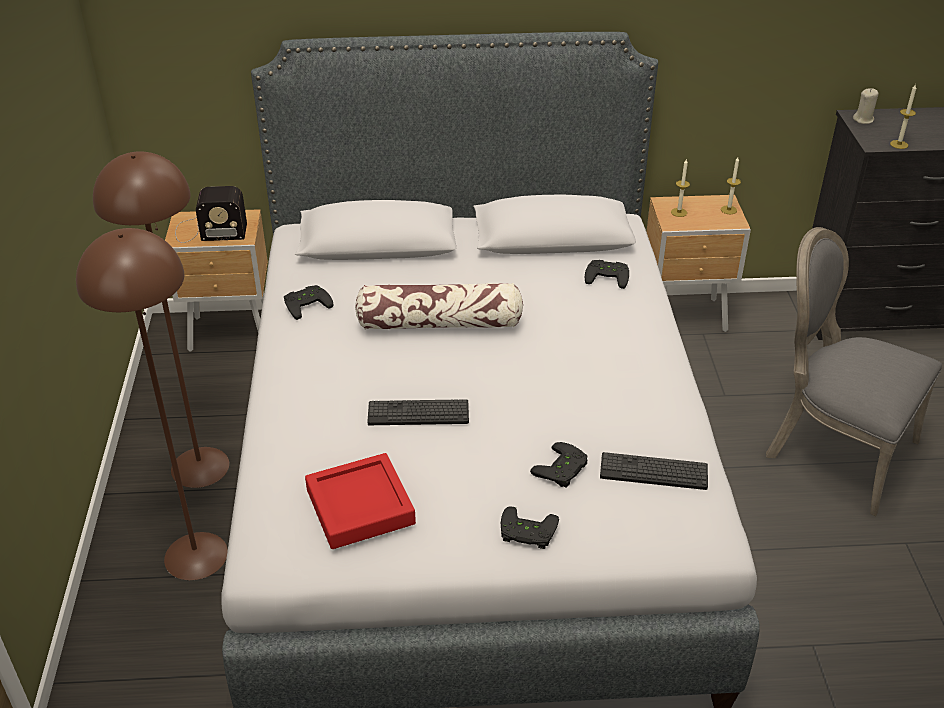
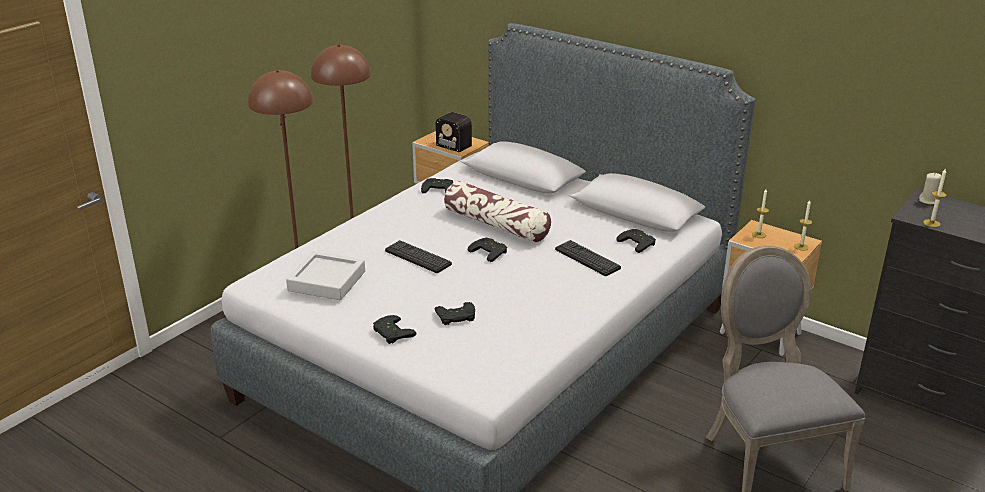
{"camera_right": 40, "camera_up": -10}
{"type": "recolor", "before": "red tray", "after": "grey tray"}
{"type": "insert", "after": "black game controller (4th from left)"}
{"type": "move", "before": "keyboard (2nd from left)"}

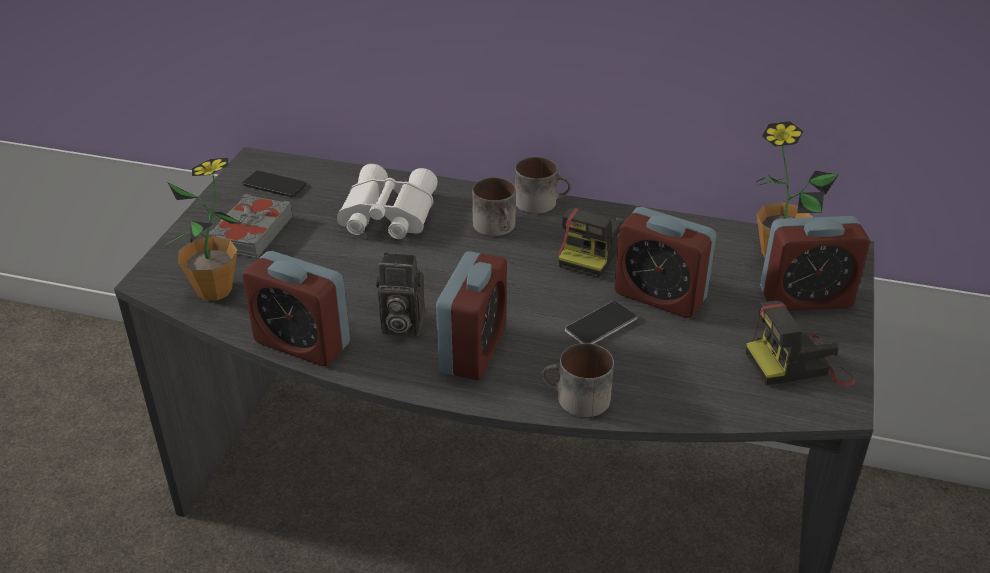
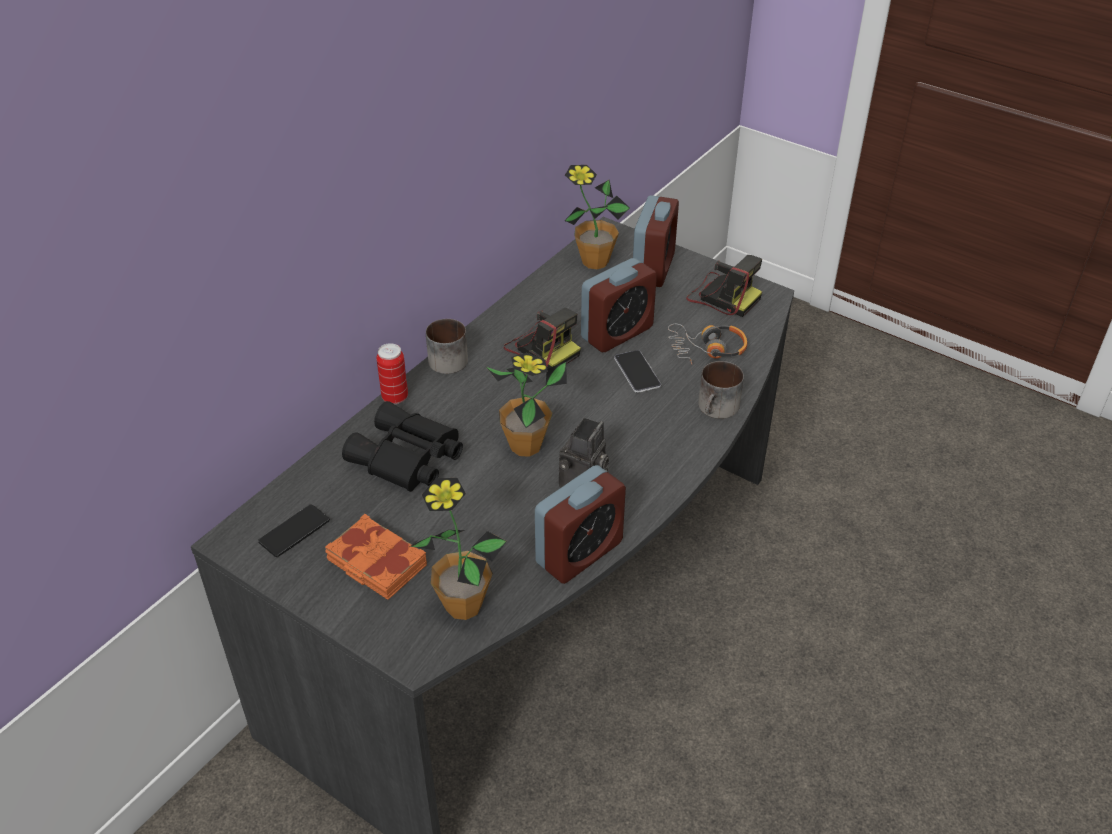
{"camera_right": -70, "camera_up": 5}
{"type": "recolor", "before": "grey book", "after": "orange book"}
{"type": "recolor", "before": "white binoculars", "after": "black binoculars"}
{"type": "insert", "after": "can"}
{"type": "insert", "after": "potted plant (2nd from left)"}
{"type": "insert", "after": "headphones"}
{"type": "rotate", "before": "photo camera (3rd from left)", "turn": -60}
{"type": "delete", "before": "alarm clock (2nd from left)"}
{"type": "delete", "before": "mug (1st from left)"}

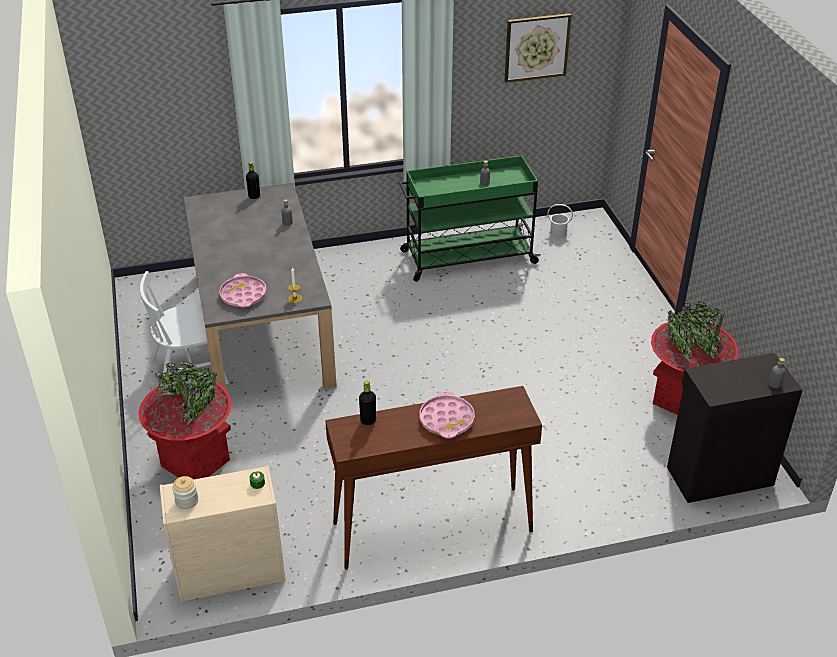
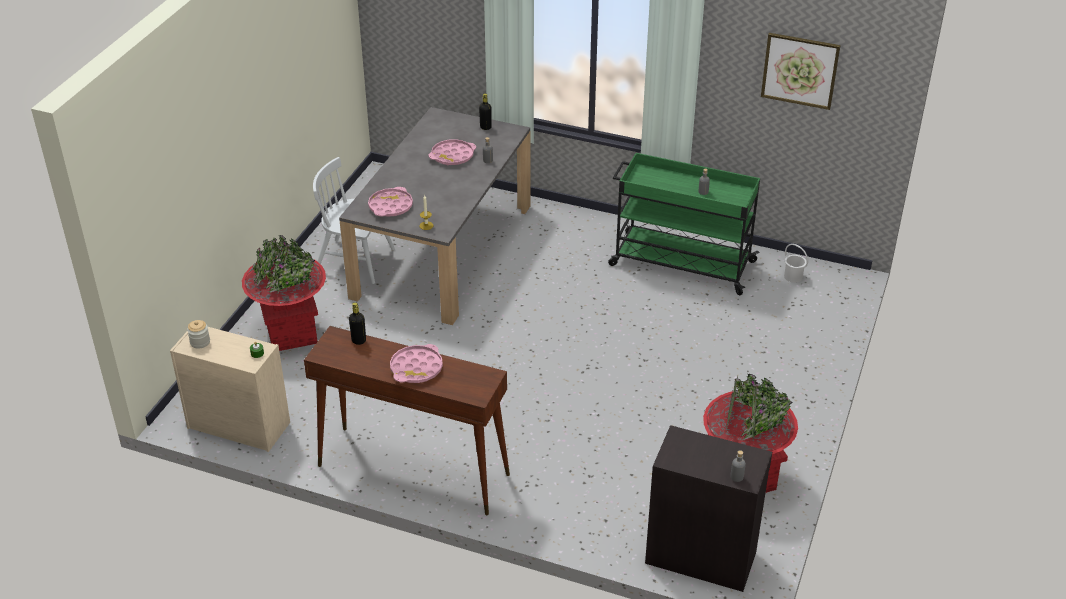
{"camera_right": 35, "camera_up": 0}
{"type": "insert", "after": "pink tray (3rd from left)"}

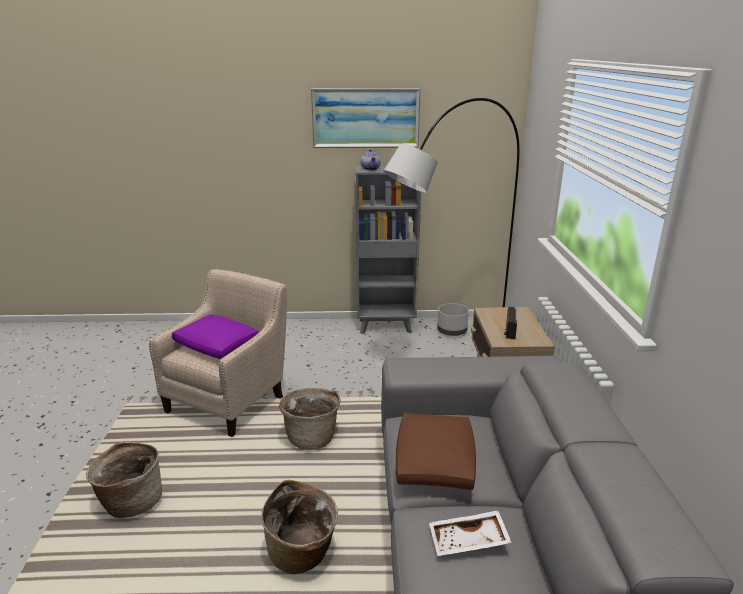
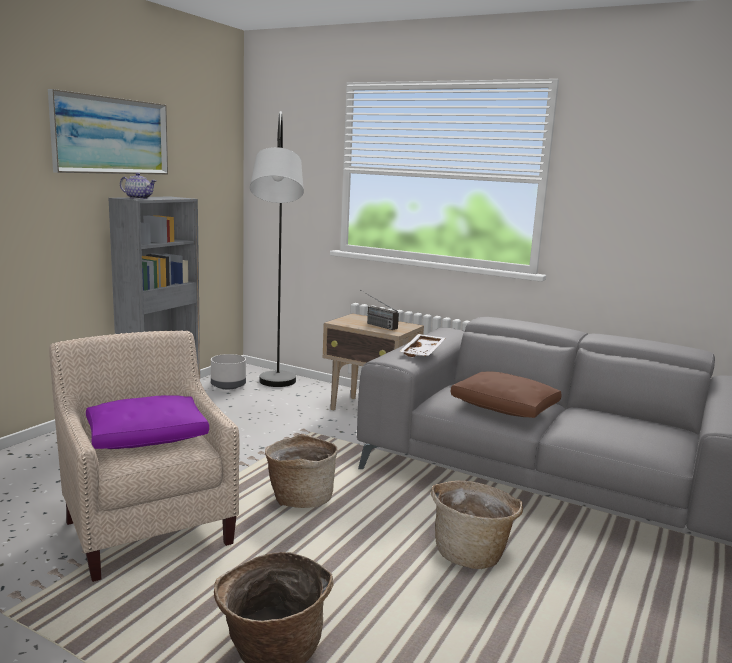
{"camera_right": -60, "camera_up": -10}
{"type": "move", "before": "white tray"}

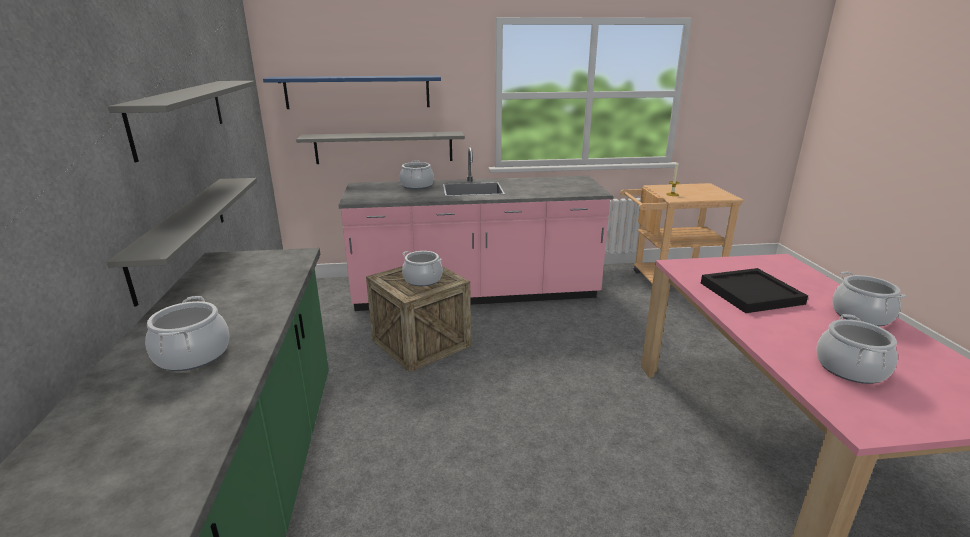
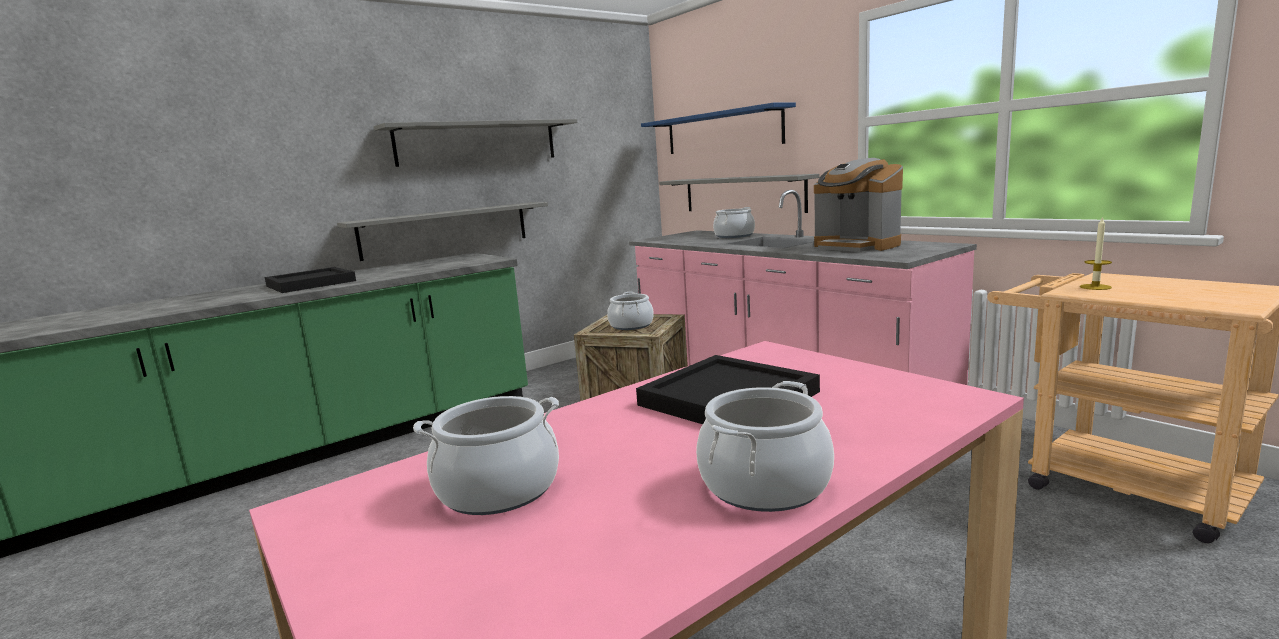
{"camera_right": 60, "camera_up": -10}
{"type": "replace", "before": "cooking pot (1st from left)", "after": "black tray (1st from left)"}
{"type": "insert", "after": "coffee machine"}

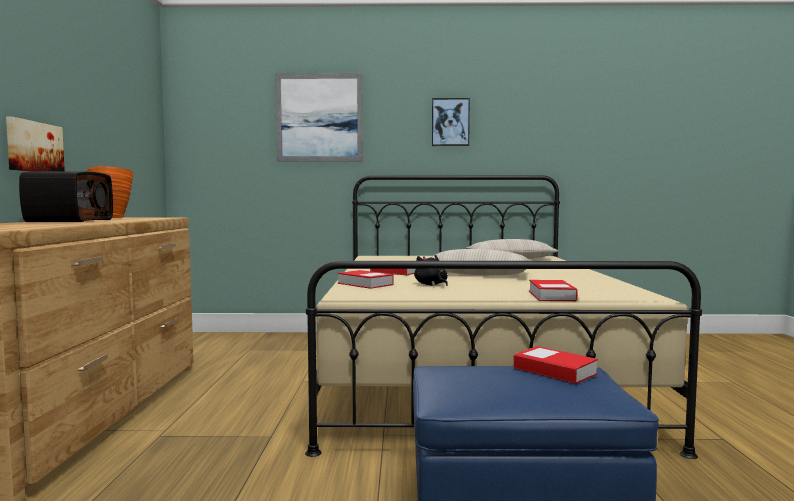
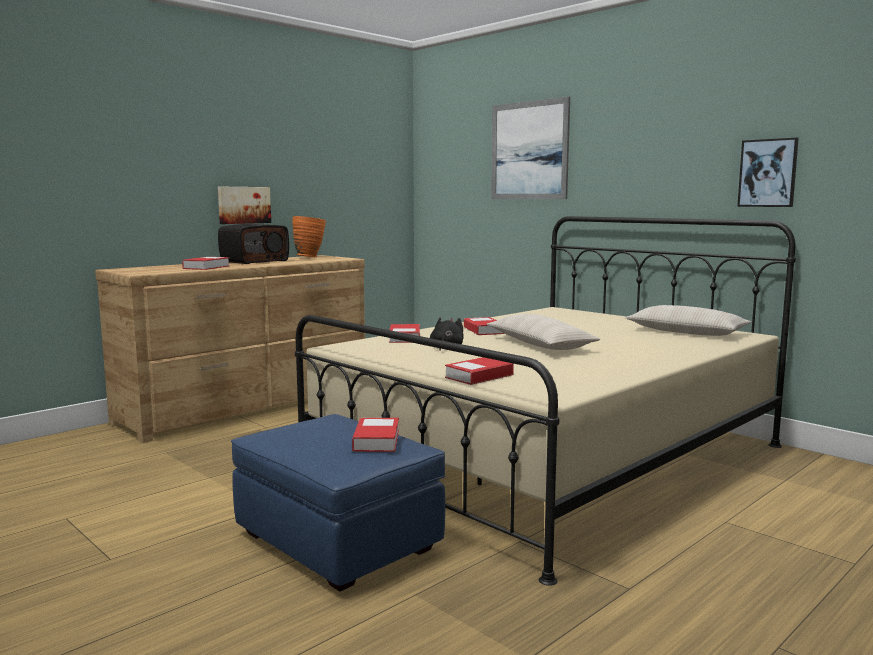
{"camera_right": 45, "camera_up": 5}
{"type": "insert", "after": "book (1st from left)"}
{"type": "move", "before": "picture (3rd from left)"}

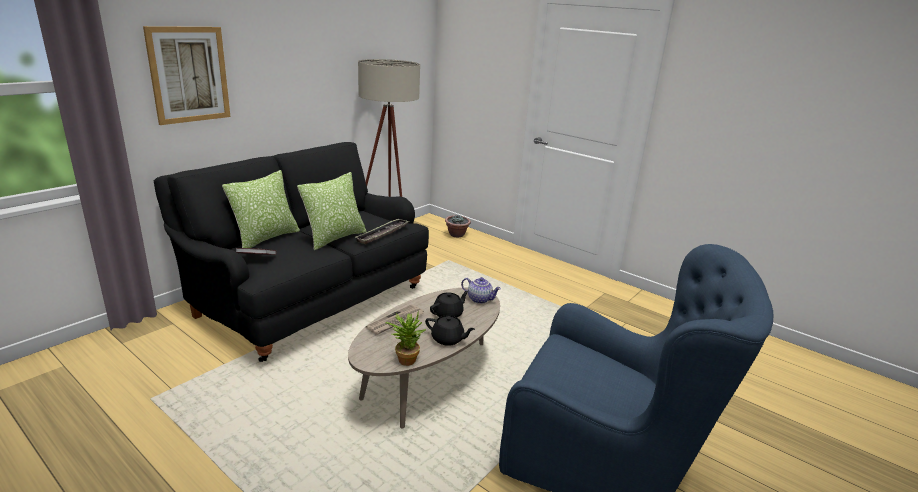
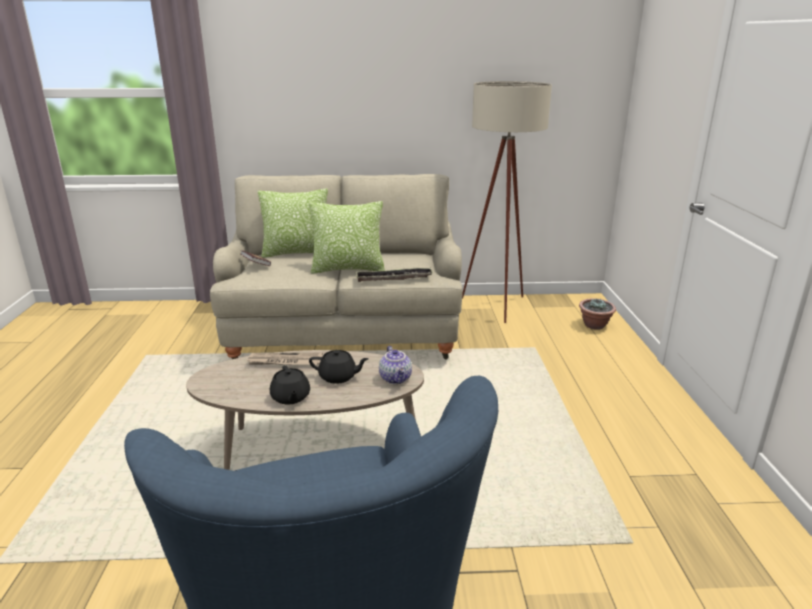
{"camera_right": 50, "camera_up": 0}
{"type": "recolor", "before": "black sofa", "after": "beige sofa"}
{"type": "delete", "before": "picture"}
{"type": "delete", "before": "potted plant (1st from left)"}

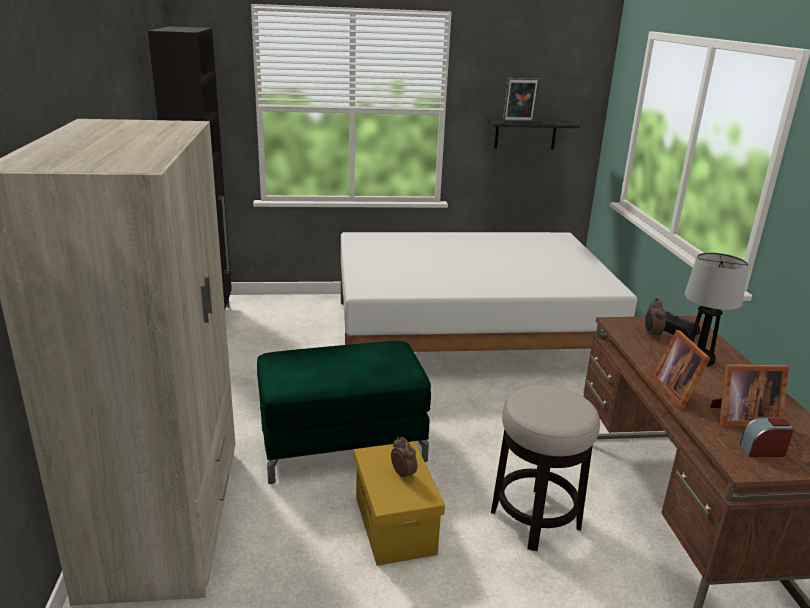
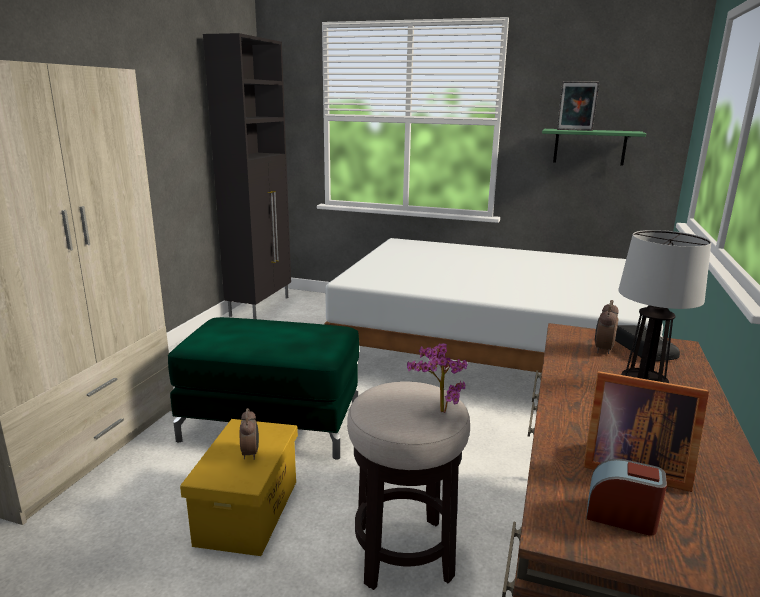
{"camera_right": 25, "camera_up": -5}
{"type": "insert", "after": "potted plant"}
{"type": "recolor", "before": "black shelf", "after": "green shelf"}
{"type": "delete", "before": "picture frame (2nd from left)"}

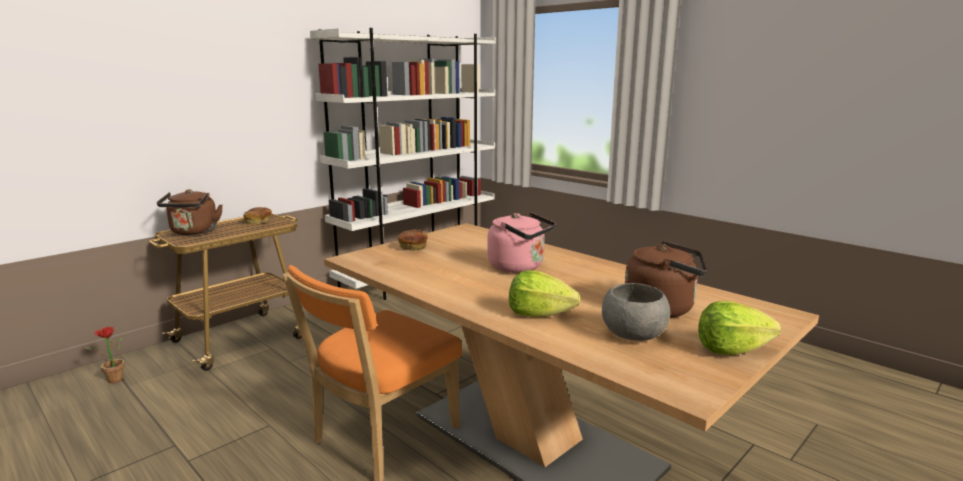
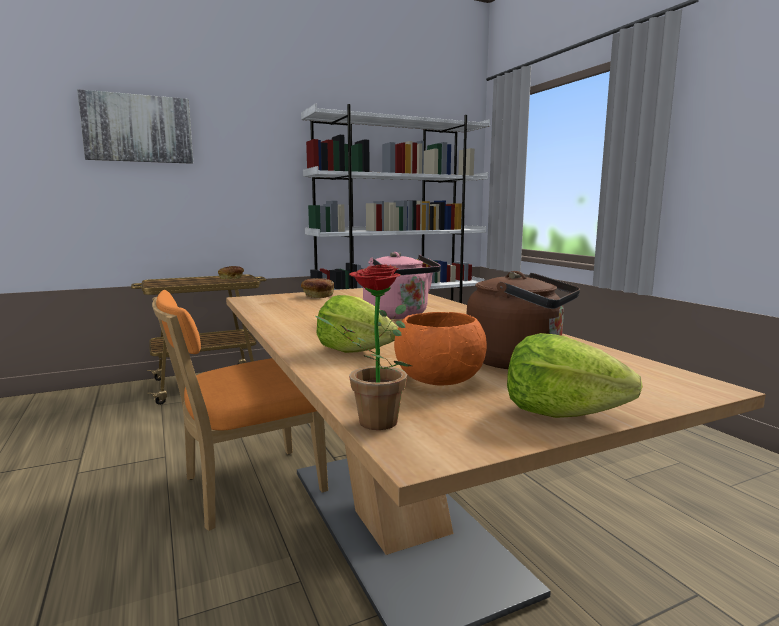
{"camera_right": 20, "camera_up": -5}
{"type": "insert", "after": "picture"}
{"type": "move", "before": "potted plant"}
{"type": "recolor", "before": "grey bowl", "after": "orange bowl"}
{"type": "delete", "before": "brown kettle (1st from left)"}

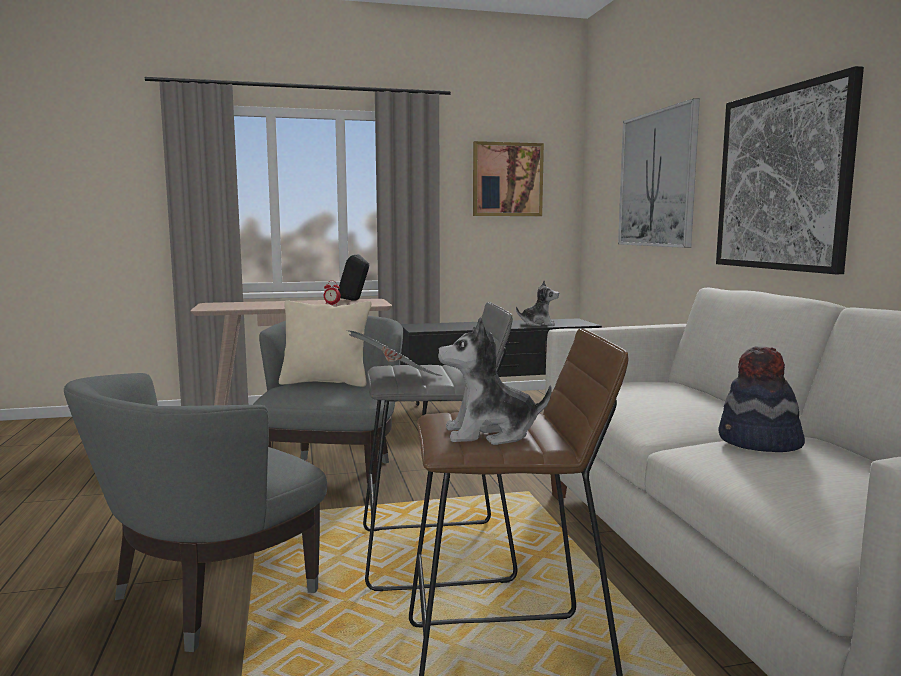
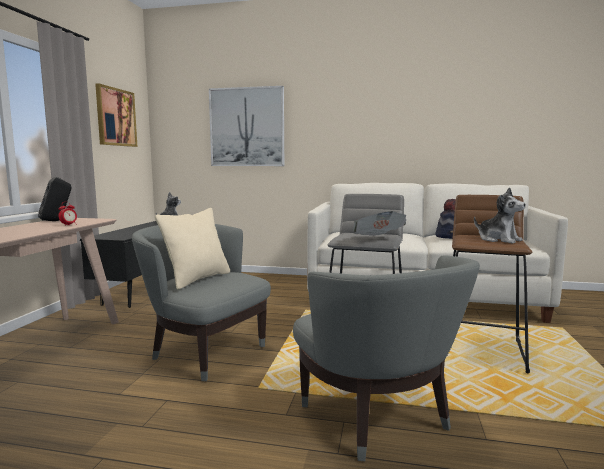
{"camera_right": -65, "camera_up": 0}
{"type": "rotate", "before": "plush toy (1st from left in the first image)", "turn": -60}
{"type": "delete", "before": "picture (3rd from left)"}

